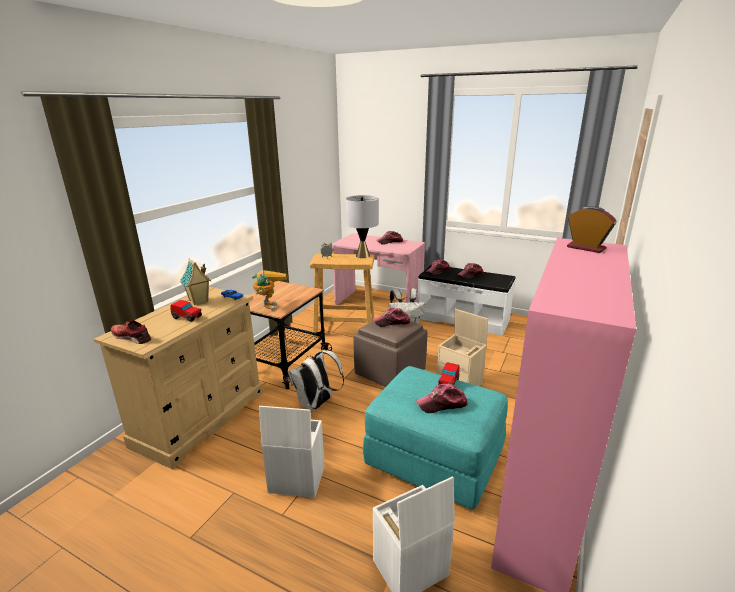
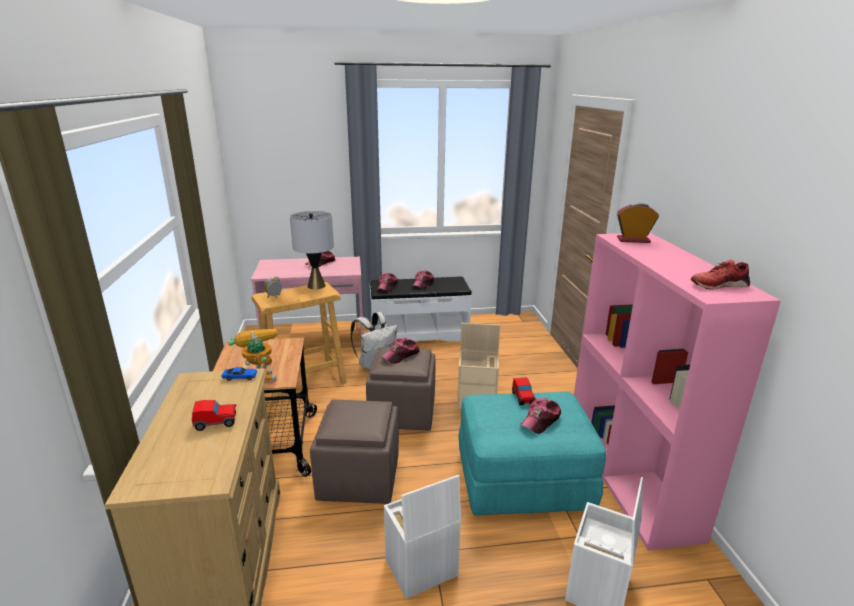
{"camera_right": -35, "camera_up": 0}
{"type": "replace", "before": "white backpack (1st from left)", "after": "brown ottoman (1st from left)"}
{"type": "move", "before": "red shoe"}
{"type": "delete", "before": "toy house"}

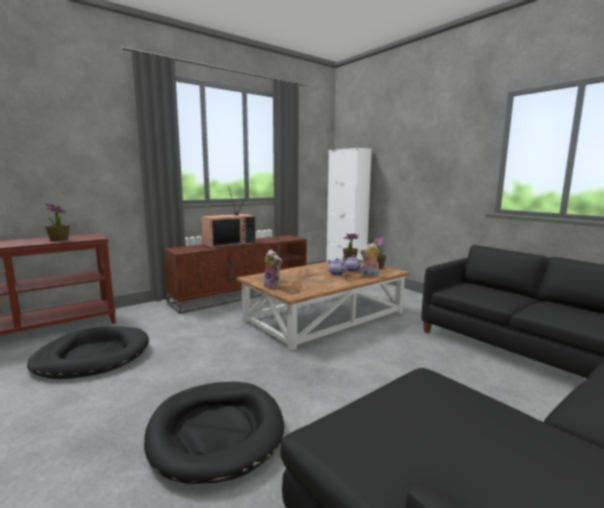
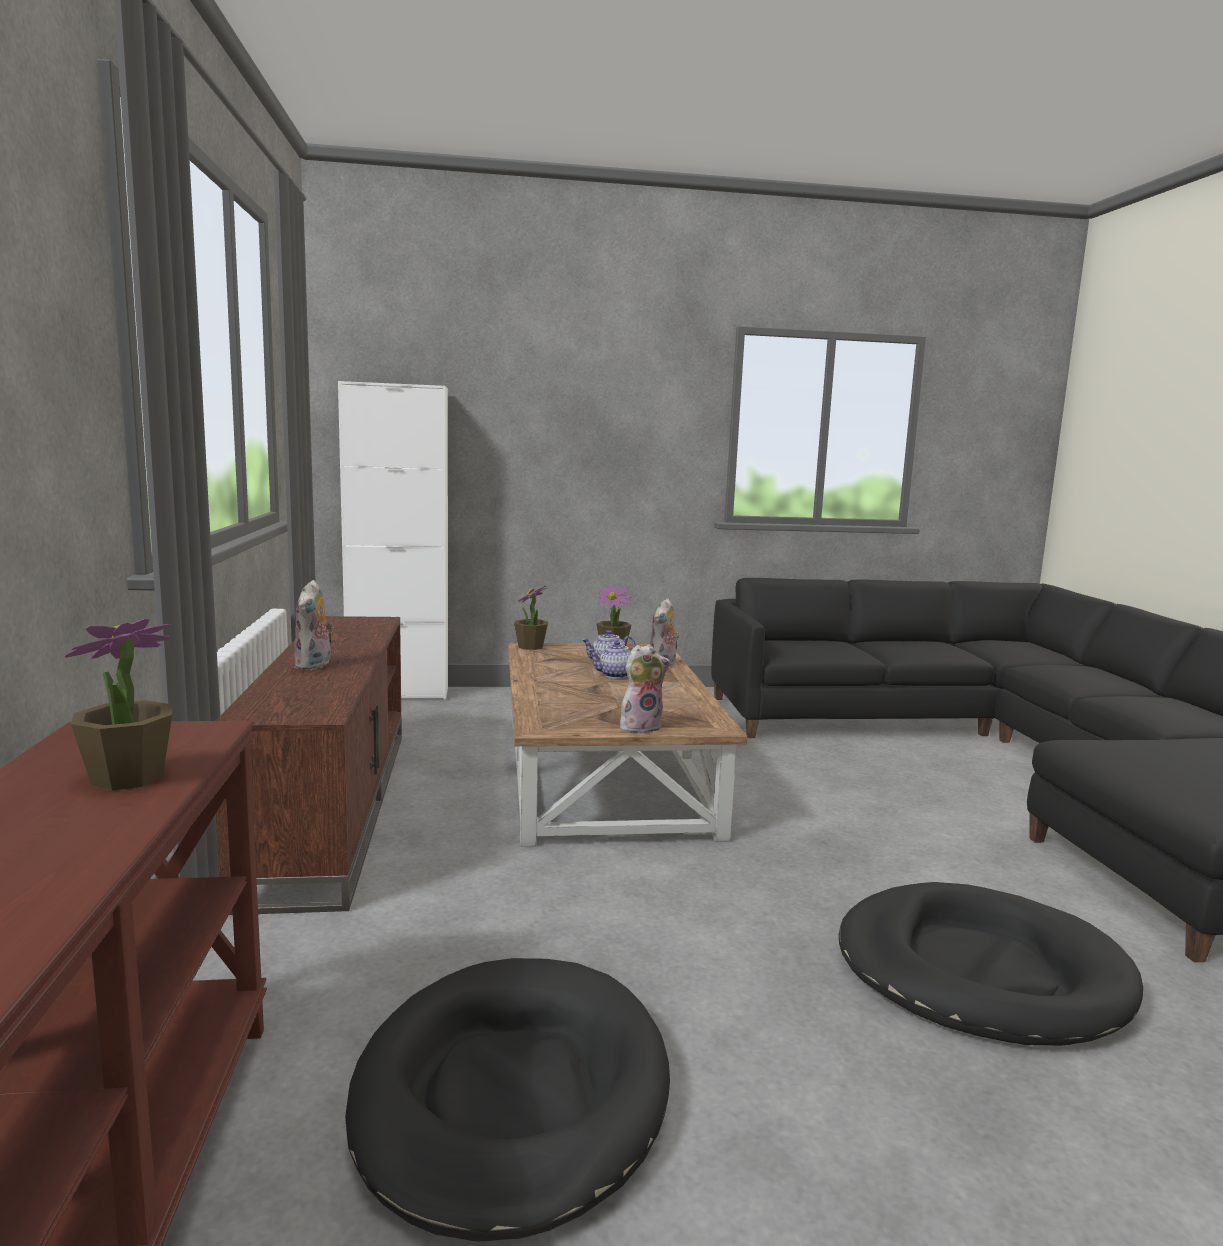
{"camera_right": -60, "camera_up": 0}
{"type": "replace", "before": "television", "after": "plush toy (1st from left)"}

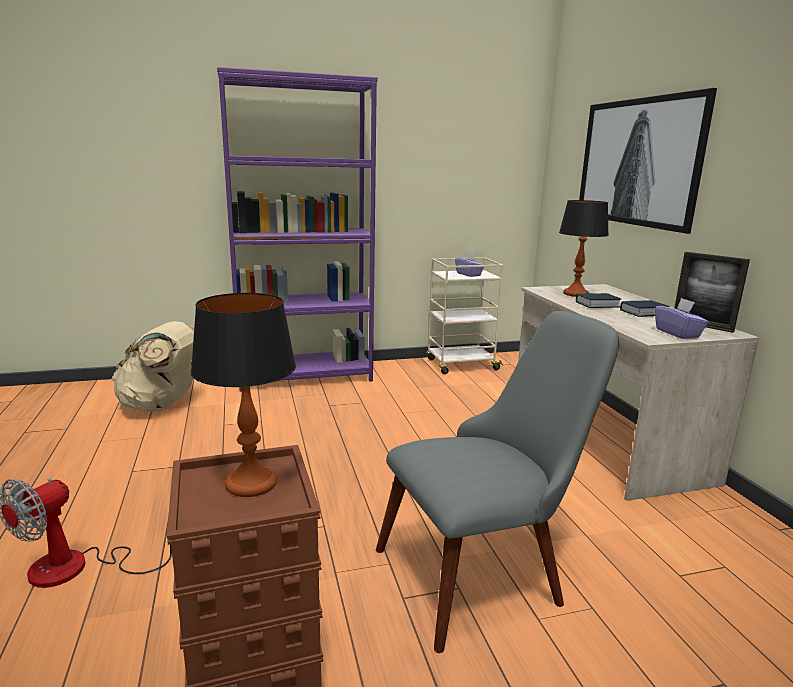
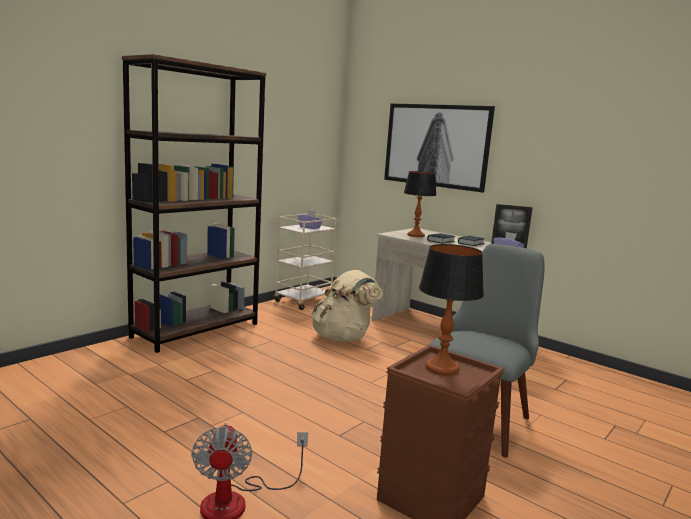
{"camera_right": -35, "camera_up": -5}
{"type": "recolor", "before": "purple bookcase", "after": "brown bookcase"}
{"type": "move", "before": "beige backpack"}

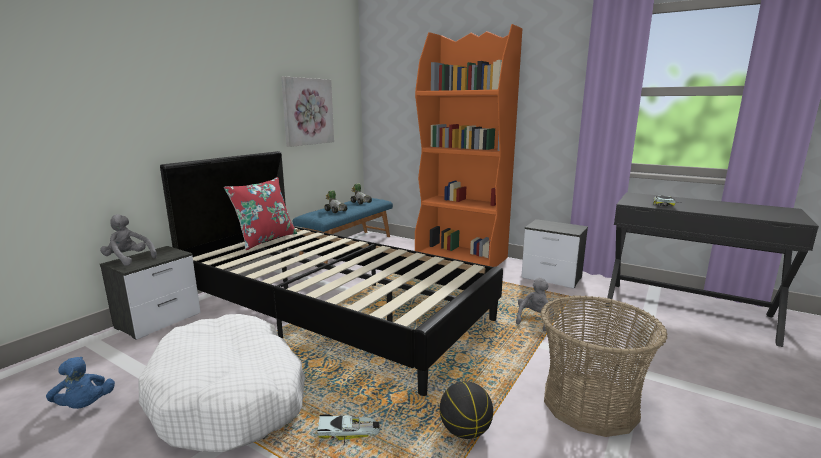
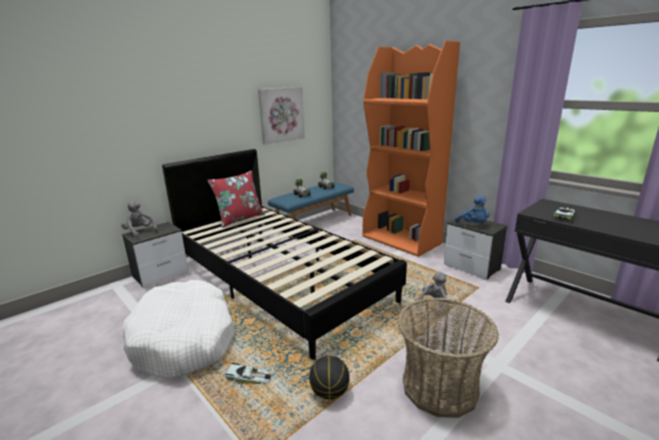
{"camera_right": 15, "camera_up": 5}
{"type": "move", "before": "blue plush toy"}

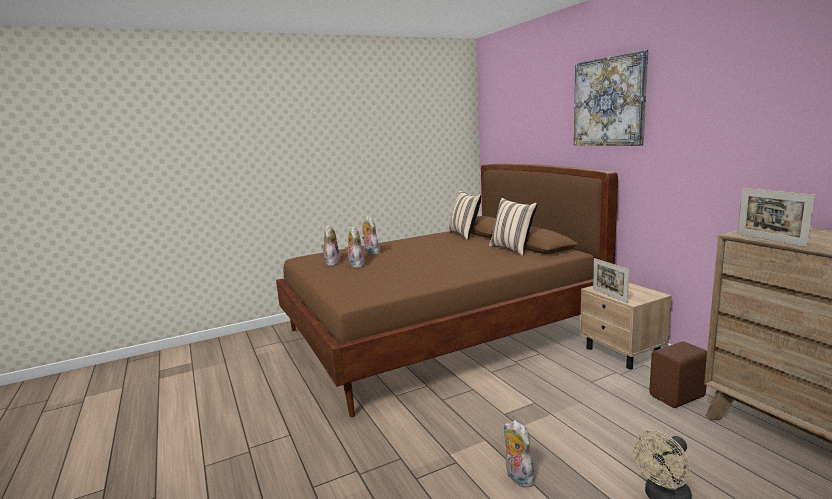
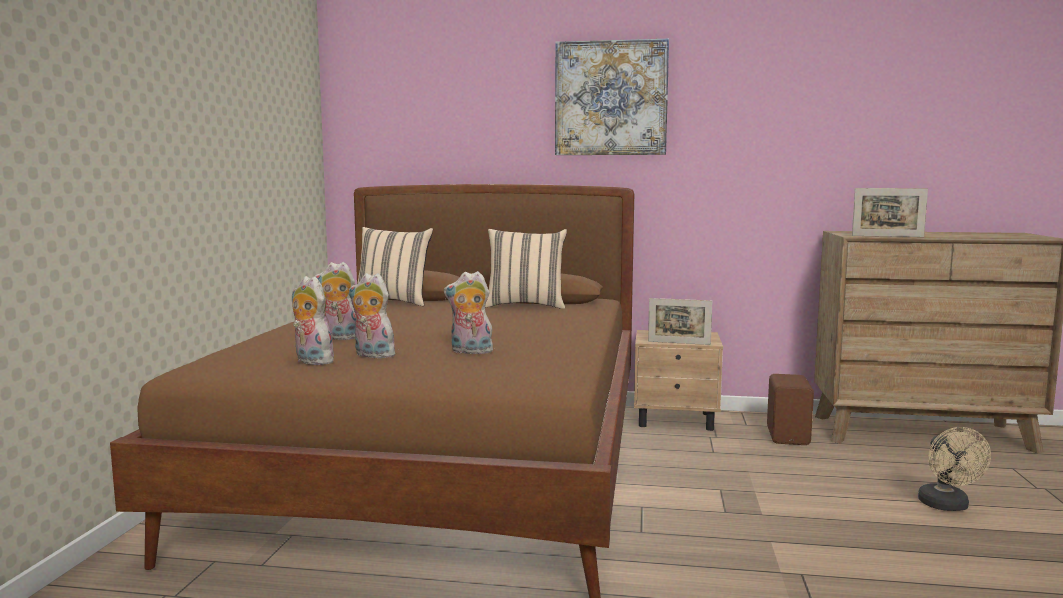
{"camera_right": -55, "camera_up": -5}
{"type": "move", "before": "plush toy (4th from left)"}

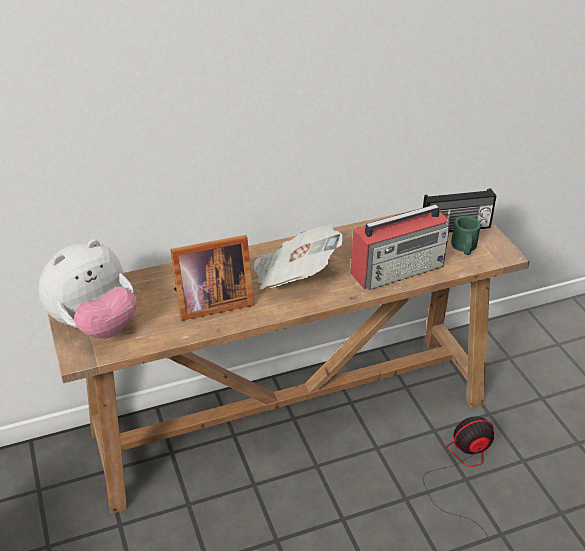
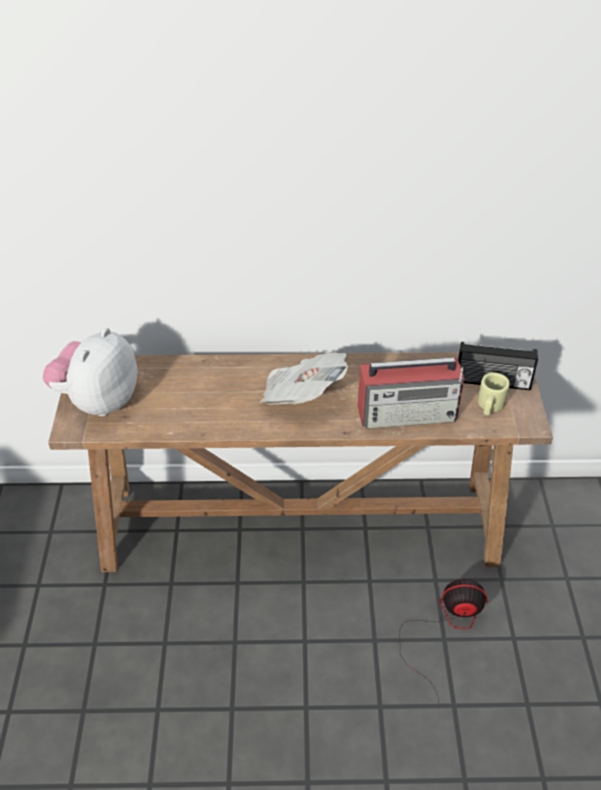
{"camera_right": 20, "camera_up": 5}
{"type": "rotate", "before": "plush toy", "turn": 135}
{"type": "recolor", "before": "green mug", "after": "beige mug"}
{"type": "delete", "before": "picture frame"}

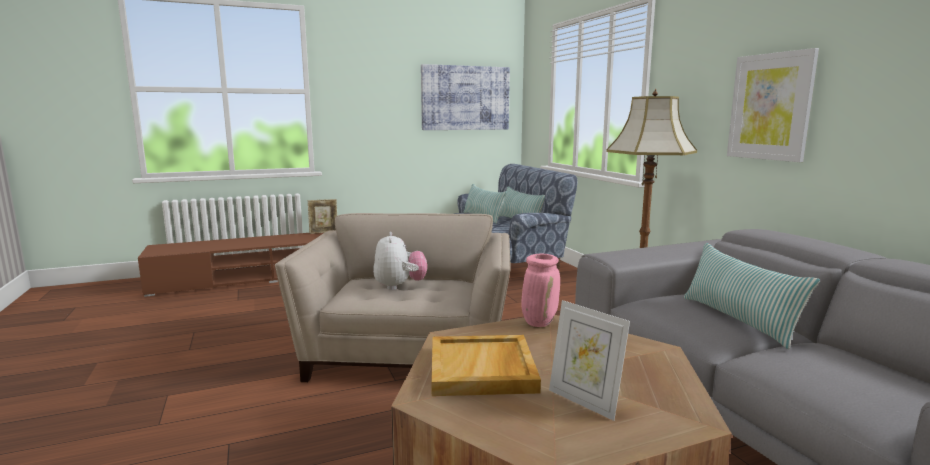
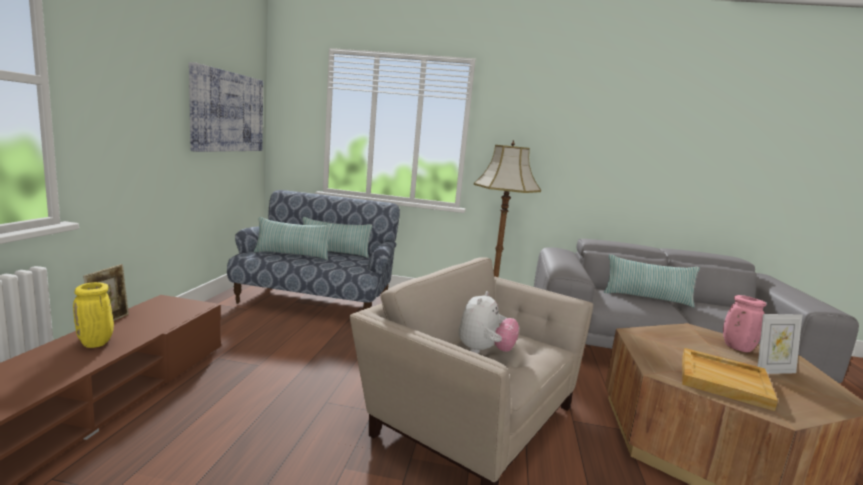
{"camera_right": -60, "camera_up": 0}
{"type": "insert", "after": "yellow vase"}
{"type": "rotate", "before": "plush toy", "turn": 90}
{"type": "move", "before": "pink vase"}
{"type": "delete", "before": "picture (2nd from left)"}

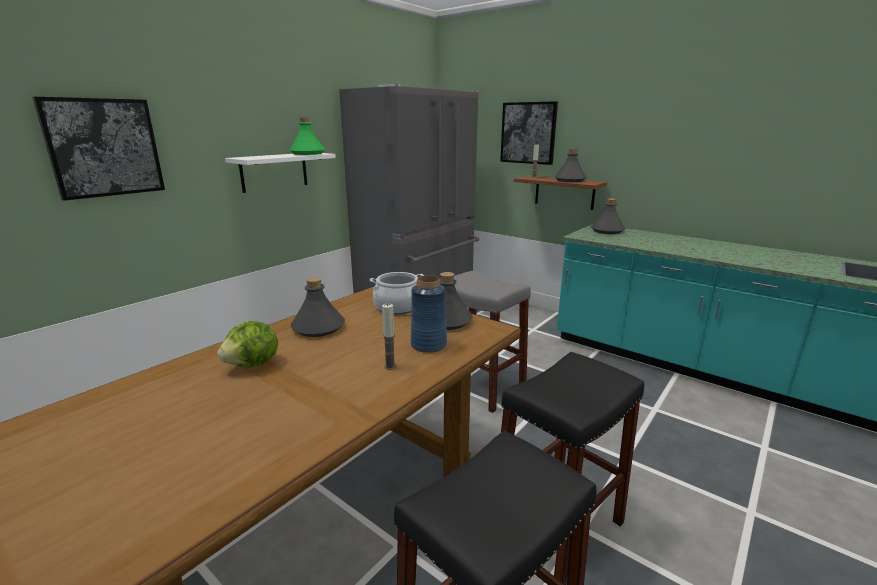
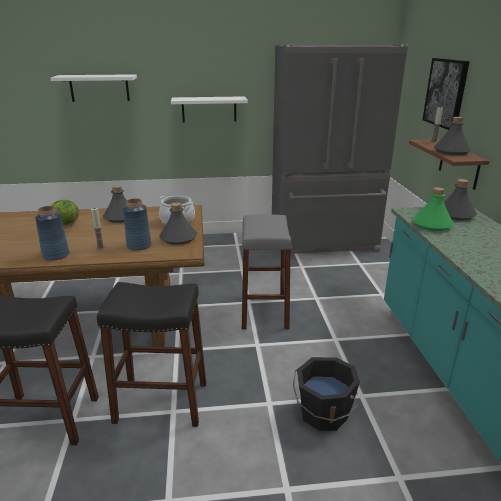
{"camera_right": 45, "camera_up": 5}
{"type": "insert", "after": "blue vase (1st from left)"}
{"type": "replace", "before": "picture (1st from left)", "after": "white shelf (1st from left)"}
{"type": "insert", "after": "black bucket"}
{"type": "move", "before": "green bottle"}

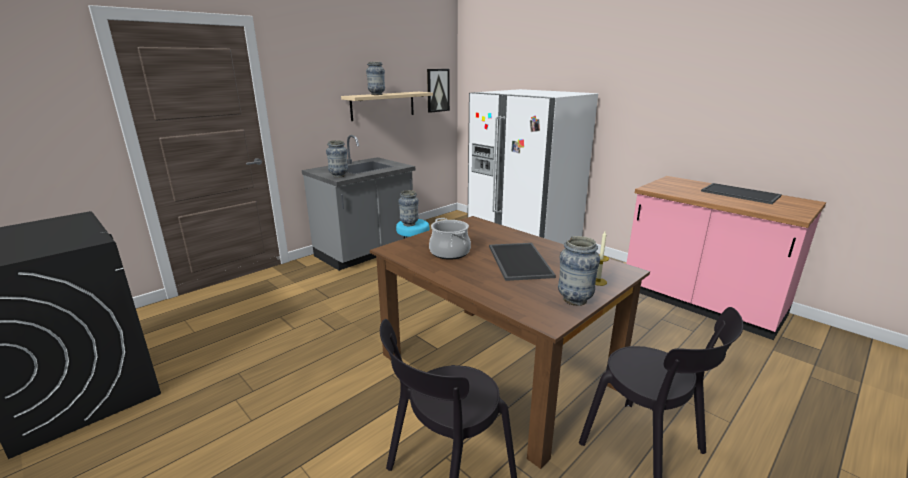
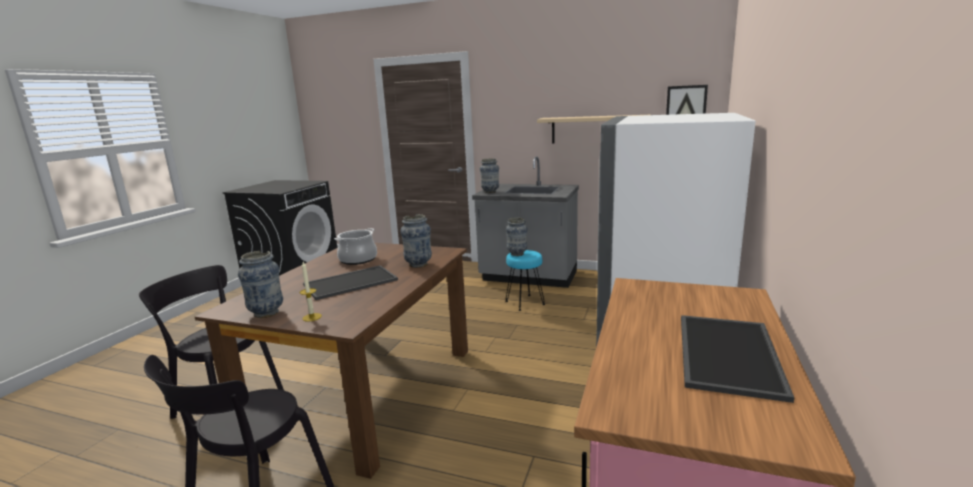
{"camera_right": 65, "camera_up": -5}
{"type": "move", "before": "vase (2nd from left)"}

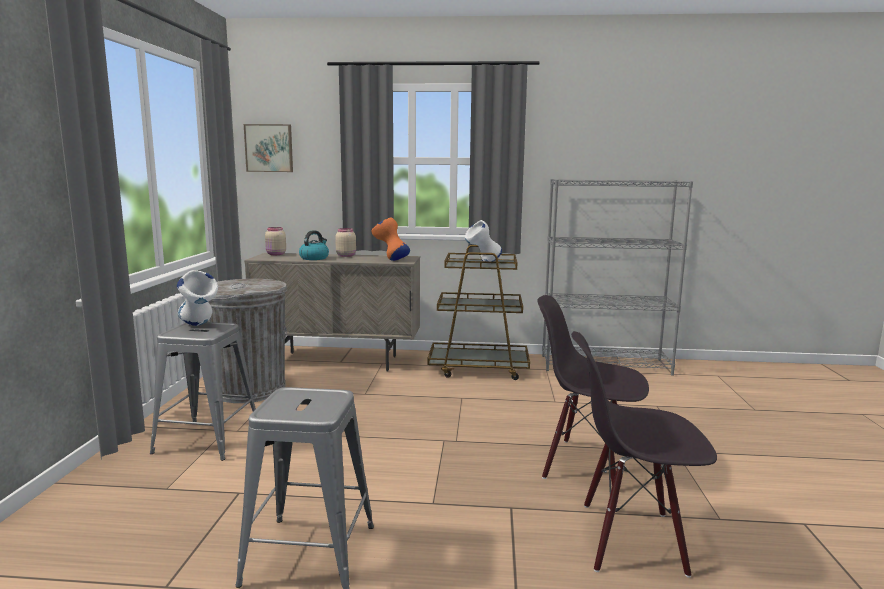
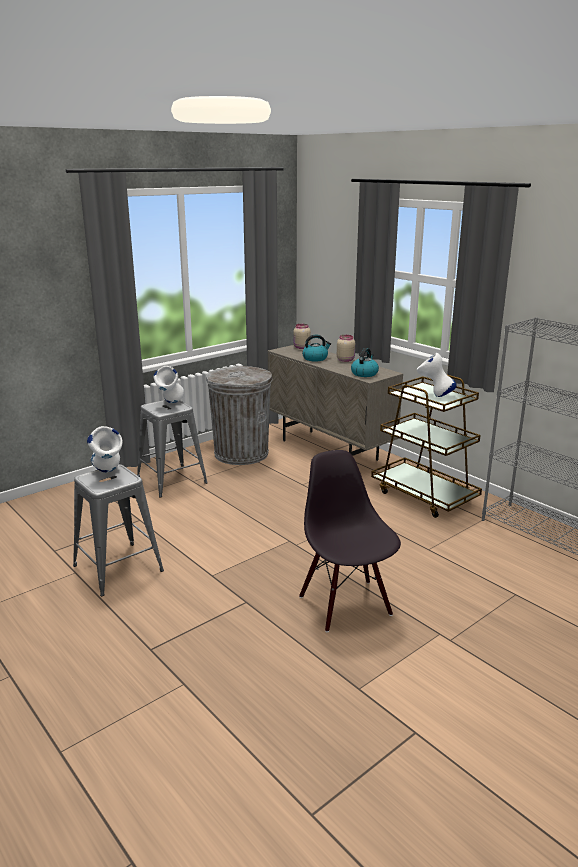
{"camera_right": 45, "camera_up": 10}
{"type": "insert", "after": "white vase (1st from left)"}
{"type": "replace", "before": "orange vase", "after": "kettle (2nd from left)"}
{"type": "delete", "before": "picture"}
{"type": "delete", "before": "black chair (2nd from left)"}

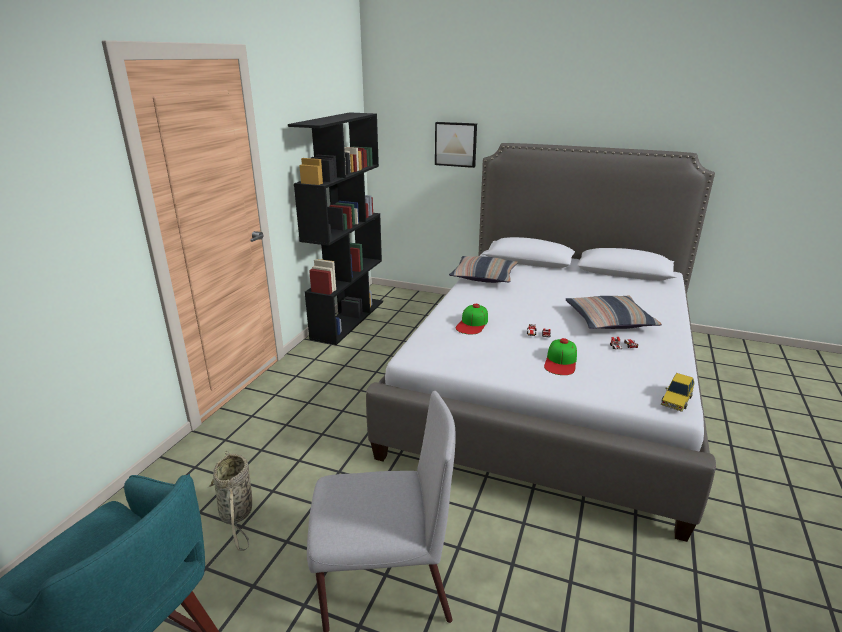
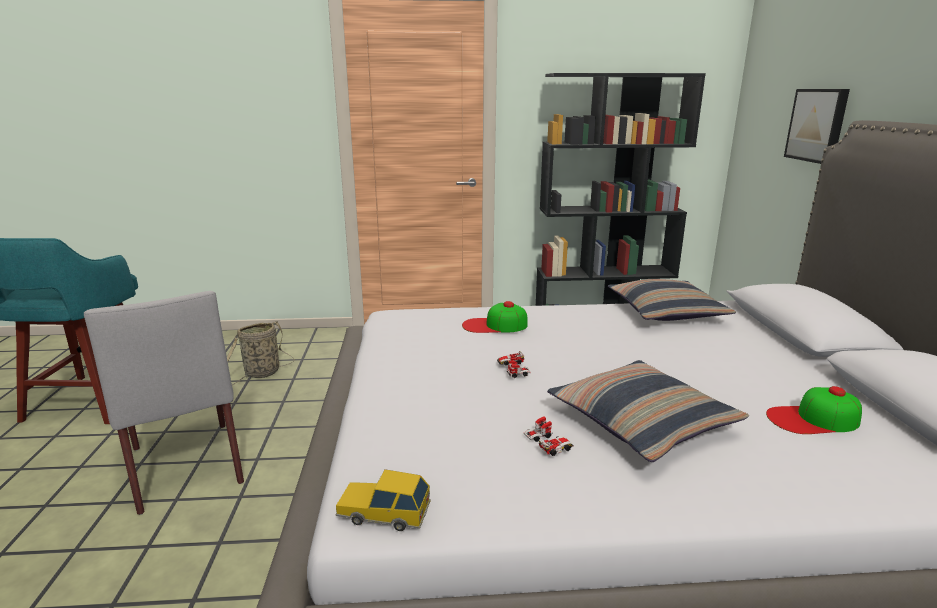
{"camera_right": 65, "camera_up": -5}
{"type": "move", "before": "cap (2nd from left)"}

